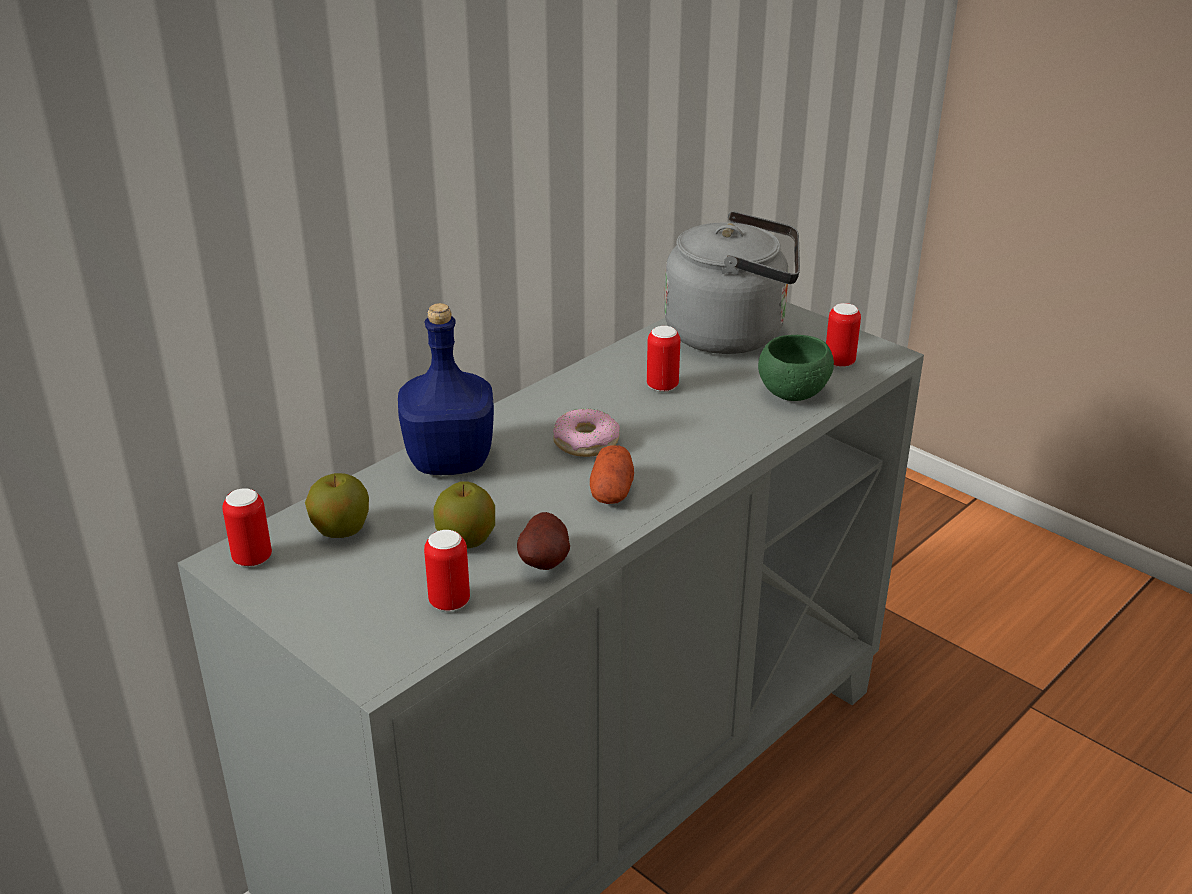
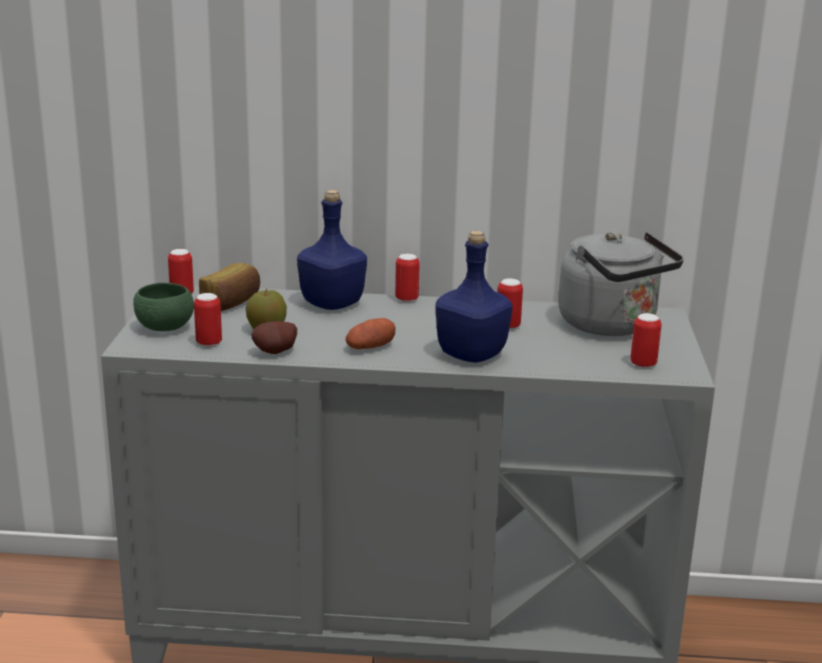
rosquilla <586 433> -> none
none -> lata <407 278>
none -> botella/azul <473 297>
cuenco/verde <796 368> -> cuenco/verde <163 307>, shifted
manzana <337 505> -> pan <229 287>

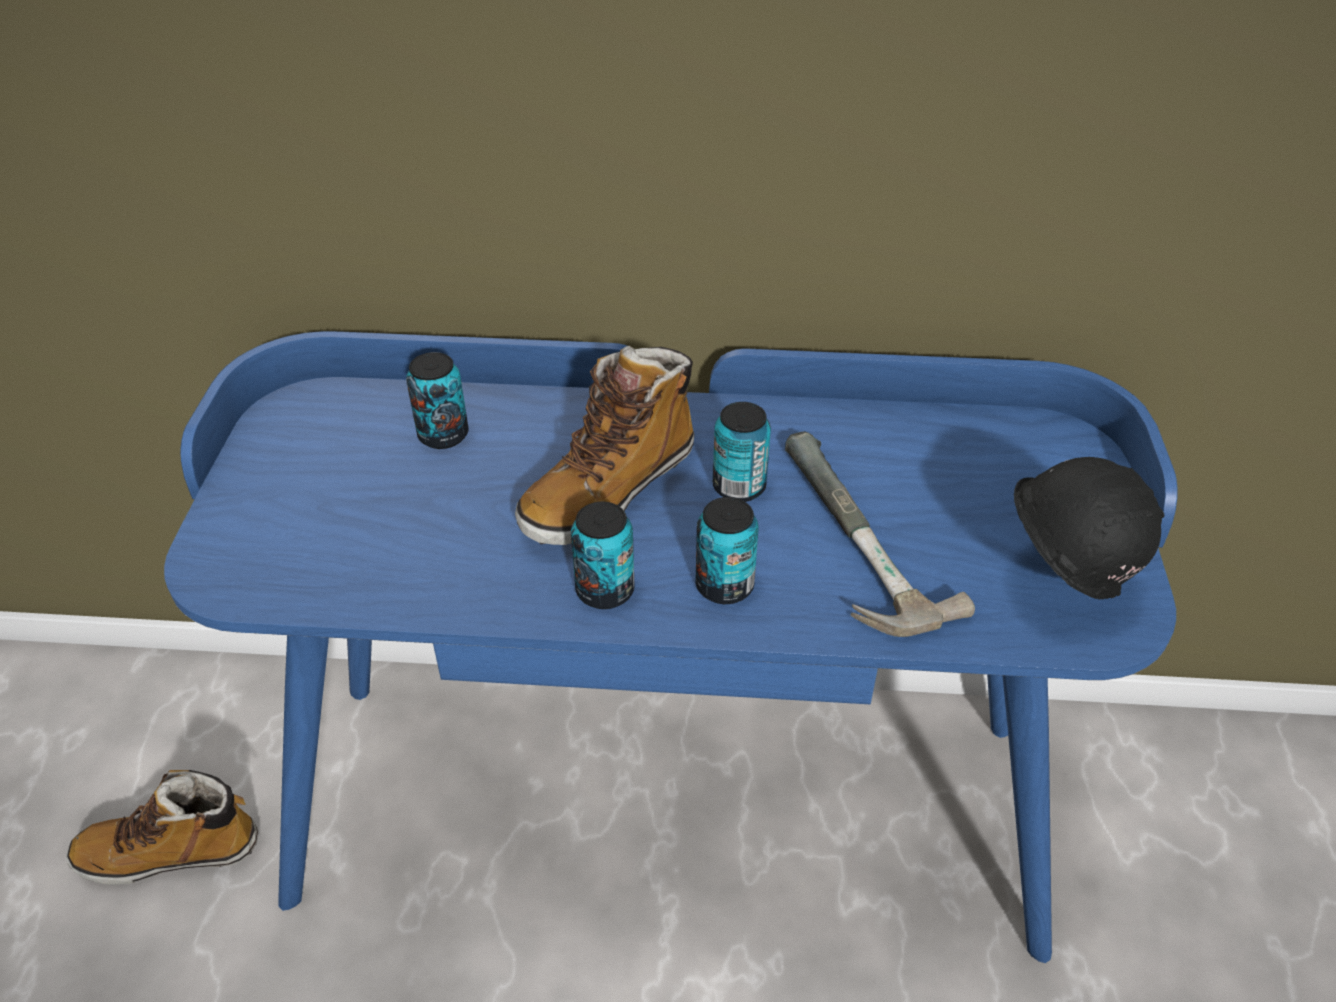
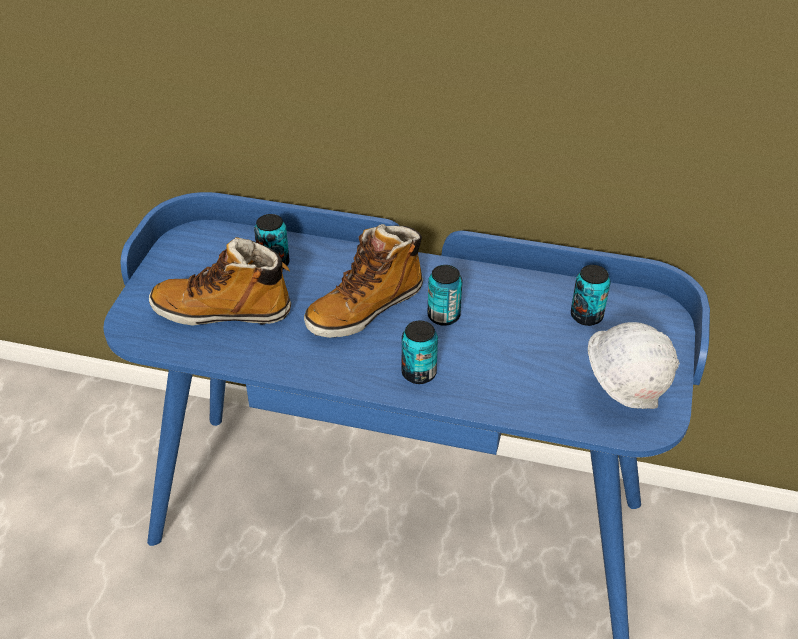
martillo <880 534> -> none
bota <162 827> -> bota <220 281>, shifted
lata <603 555> -> lata <591 295>, shifted
casco/negro <1089 528> -> casco/blanco <634 365>

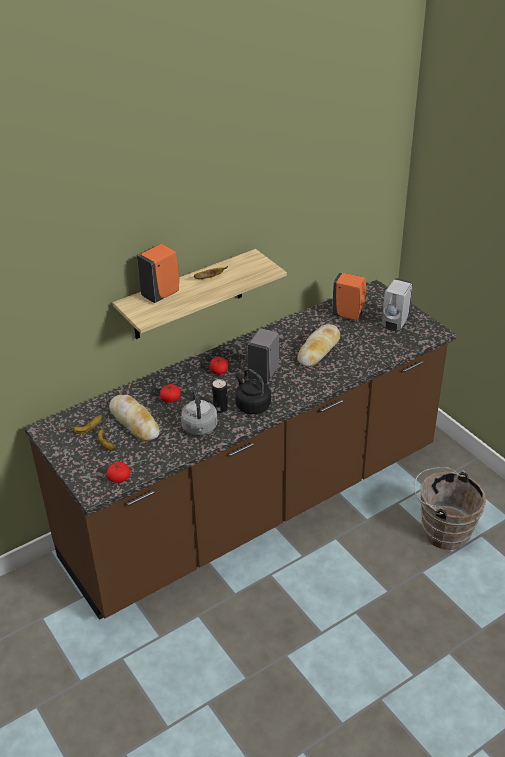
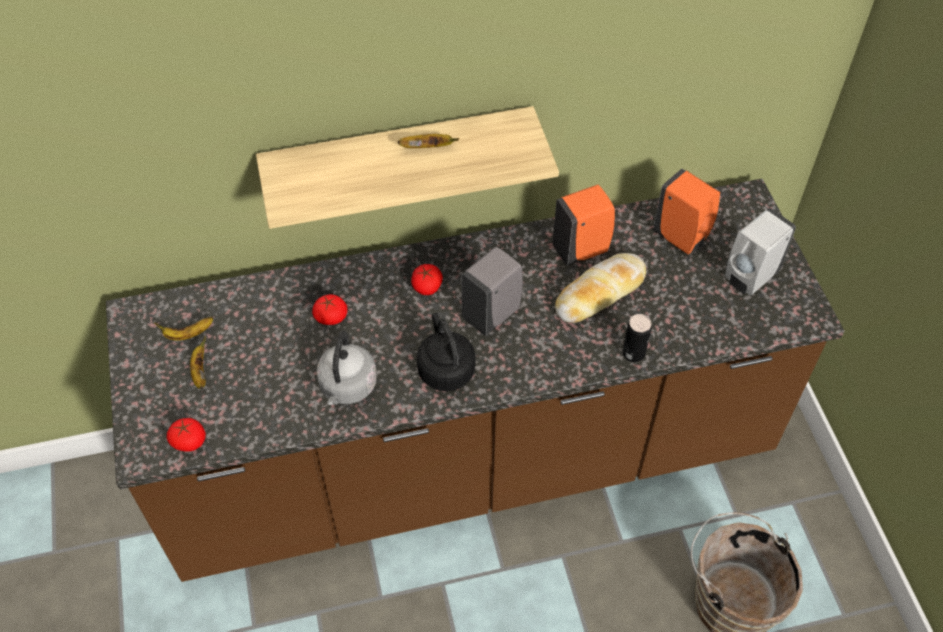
pan <134 418> -> none
dispensador de jabón/naranja <158 273> -> dispensador de jabón/naranja <583 225>, shifted
lata <220 396> -> lata <637 338>, shifted

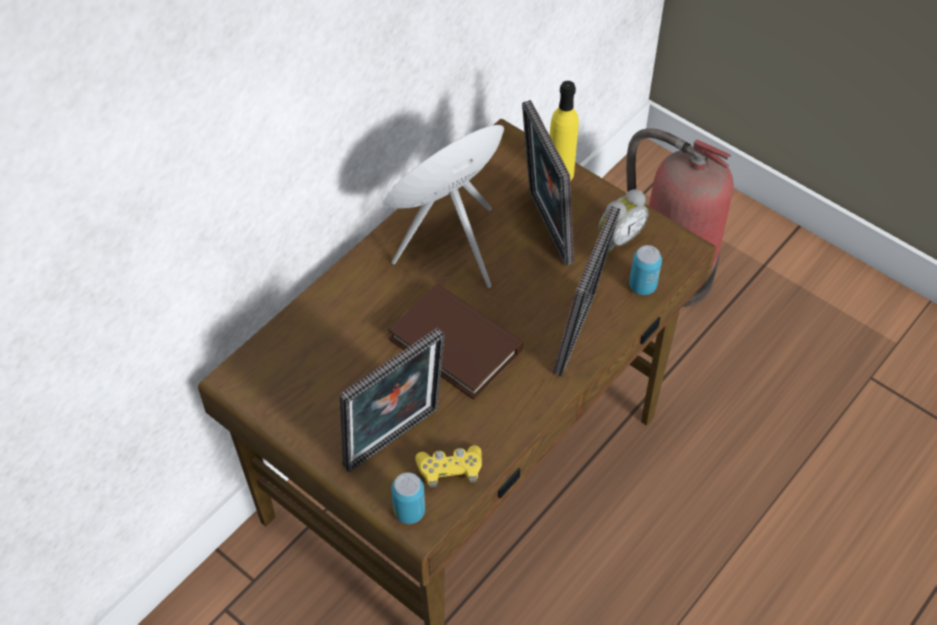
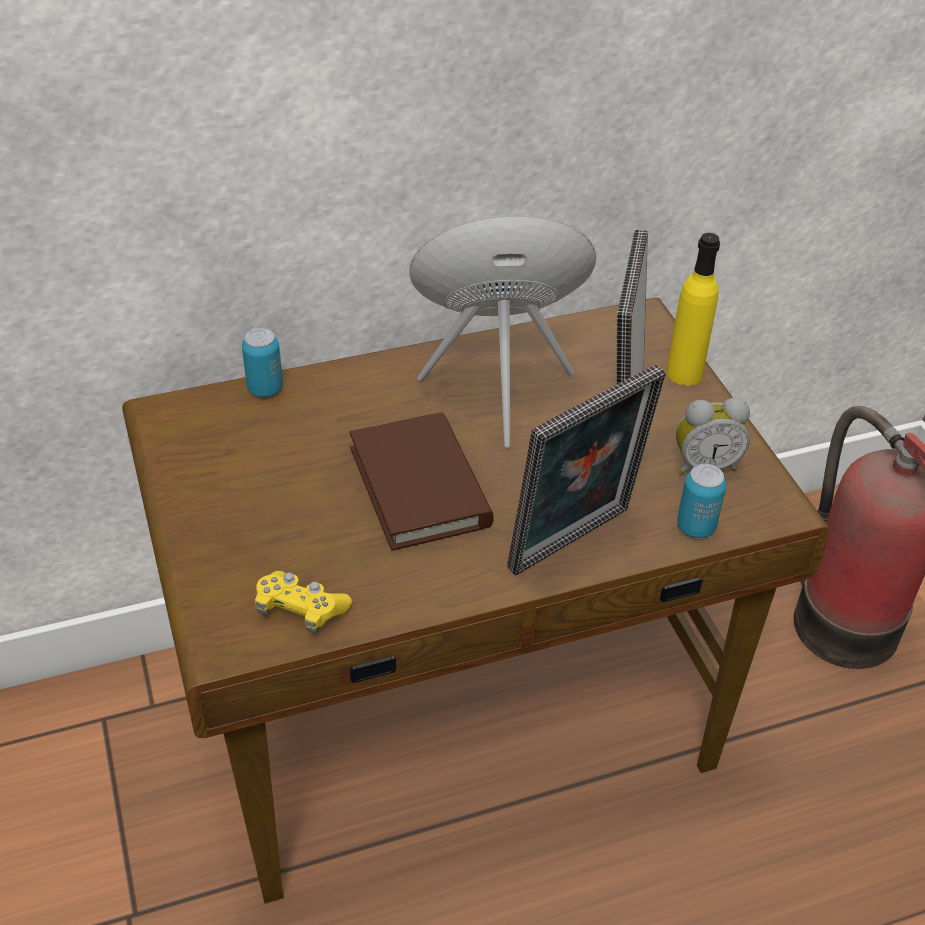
portarretratos <392 400> -> none
lata <408 498> -> lata <262 362>, shifted

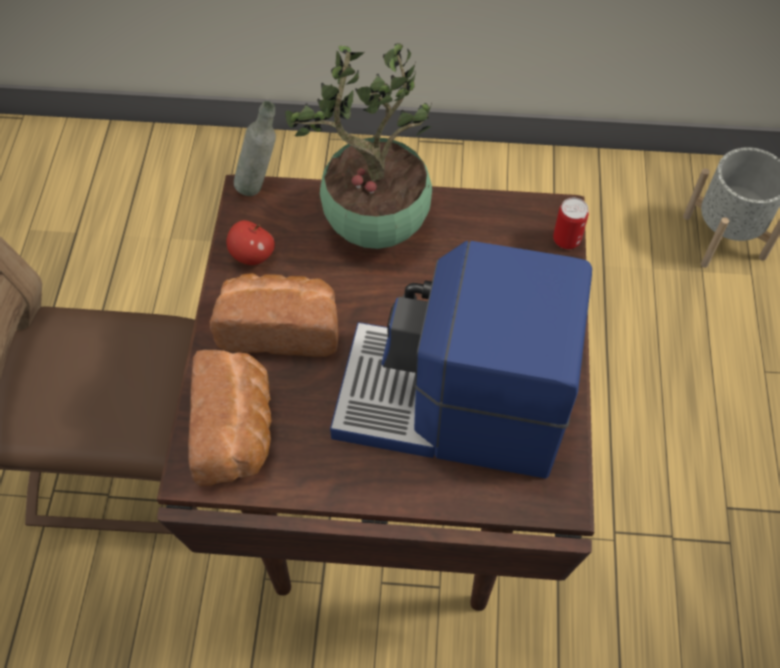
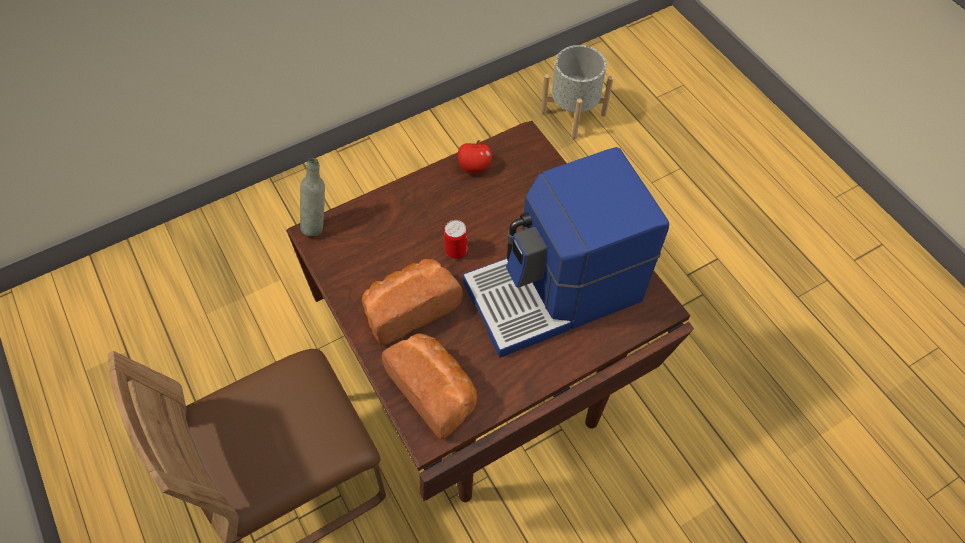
planta en maceta <358 146> -> none
manzana <250 242> -> manzana <475 156>, shifted
lata <571 223> -> lata <456 239>, shifted

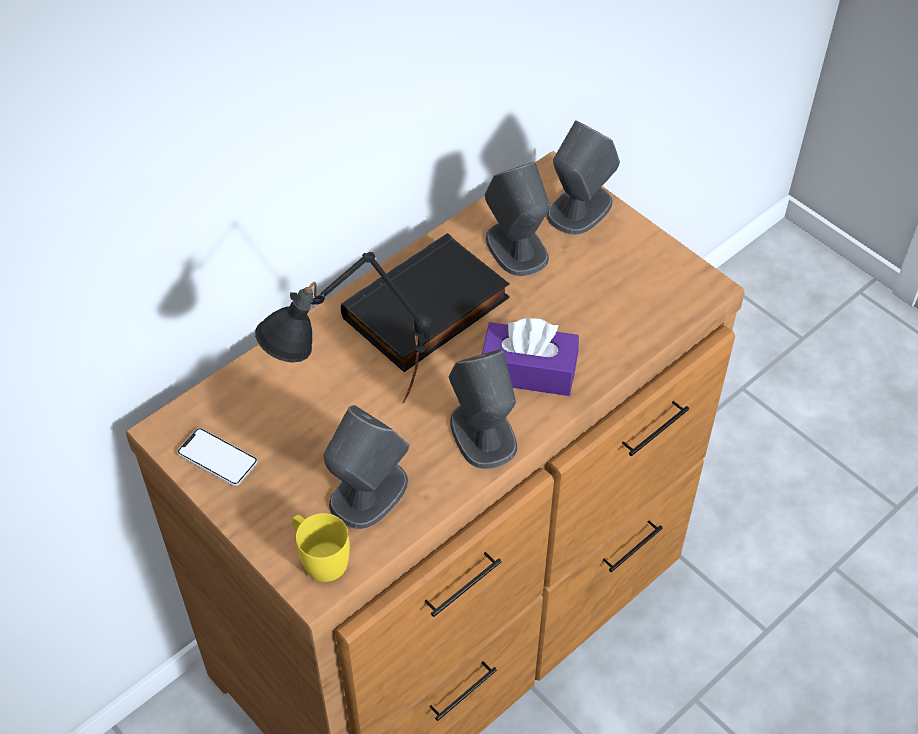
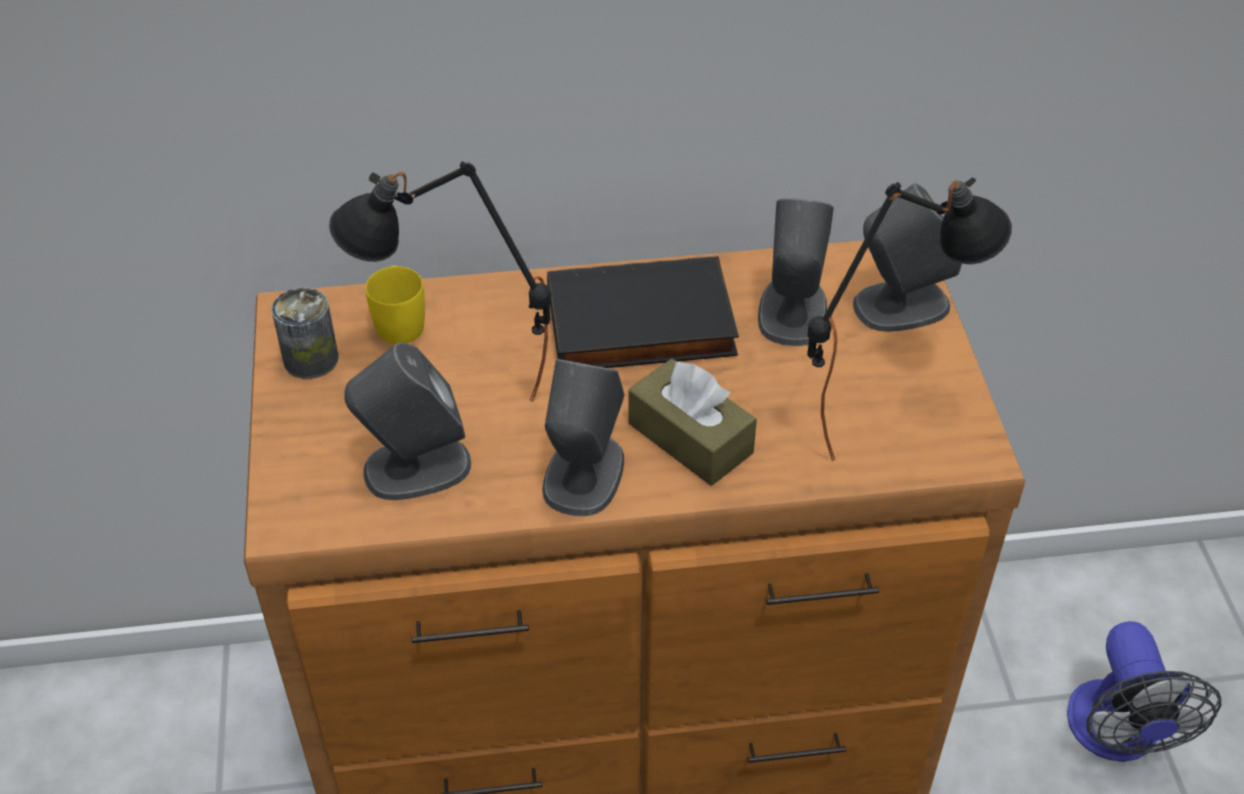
none -> lámpara de mesa/negro <909 319>
none -> ventilador <1144 691>
taza grande/amarillo <321 547> -> taza grande/amarillo <395 305>, shifted
móvil <217 457> -> lata <305 333>
caja de pañuelos/morado <530 357> -> caja de pañuelos/marrón <692 422>

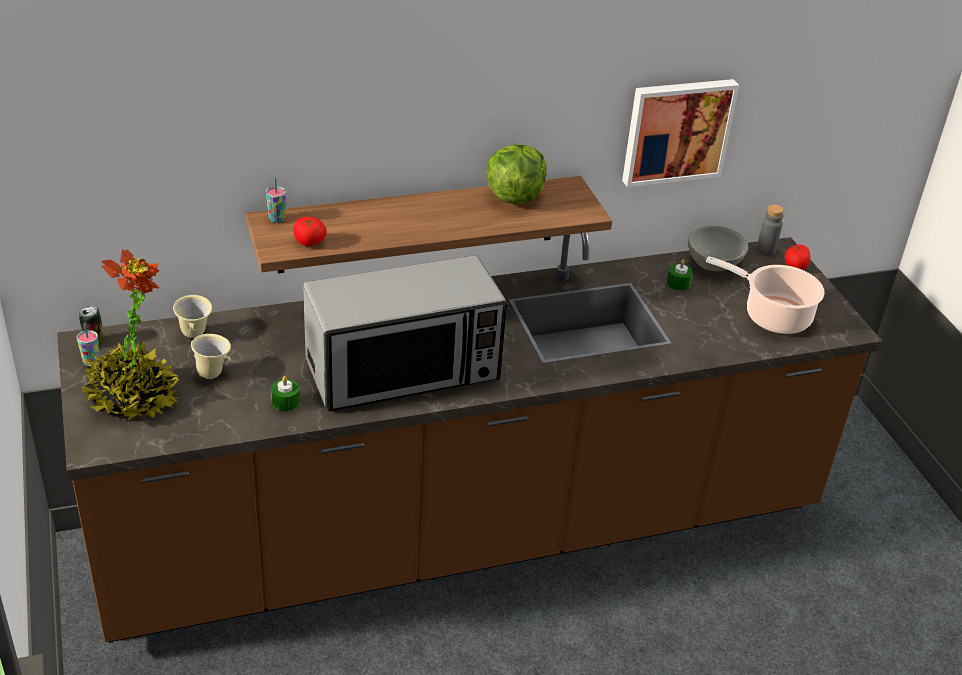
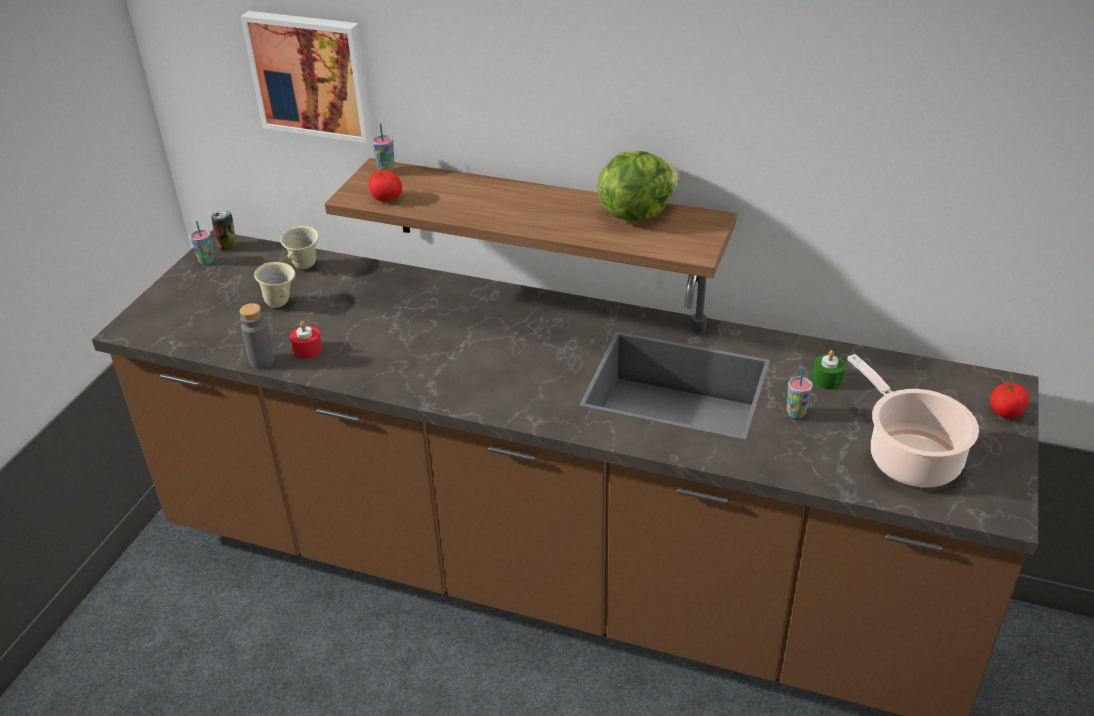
planta en maceta <130 334> -> none
microondas <405 333> -> none
cuenco/gris <718 248> -> none
none -> taza <800 393>
cuadro <680 133> -> cuadro <307 77>, shifted
botella/gris <770 230> -> botella/gris <257 336>, shifted
vela/verde <285 393> -> vela/rojo <306 340>

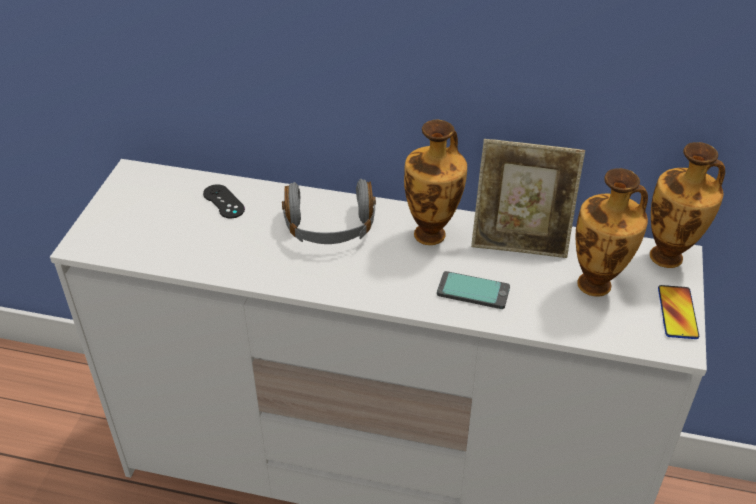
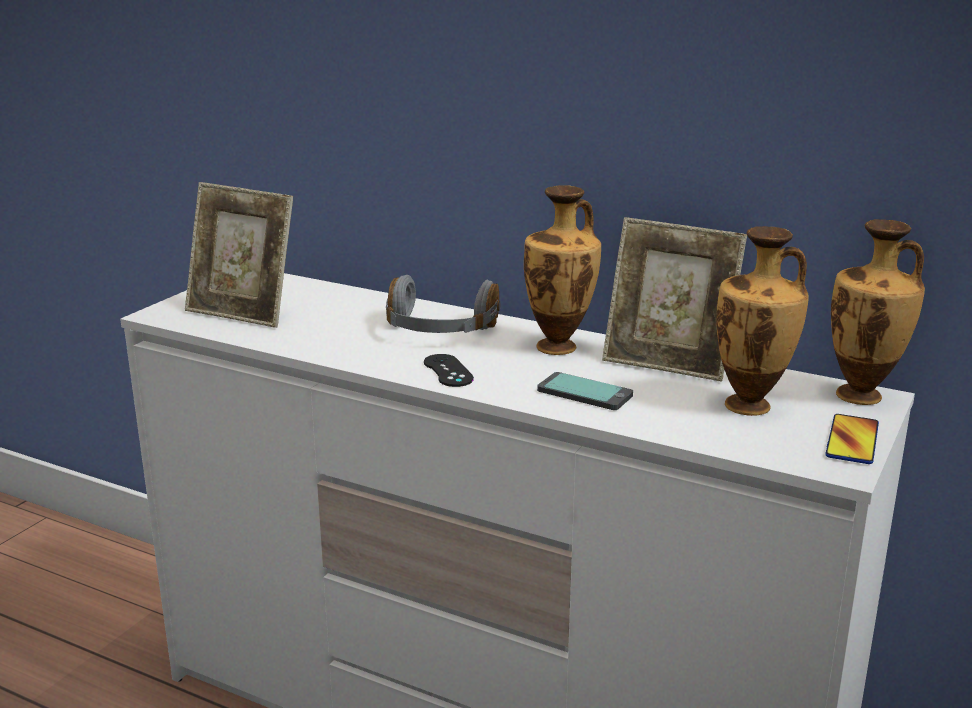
none -> portarretratos <239 255>
mando de consola/negro <224 201> -> mando de consola/negro <449 370>, shifted

